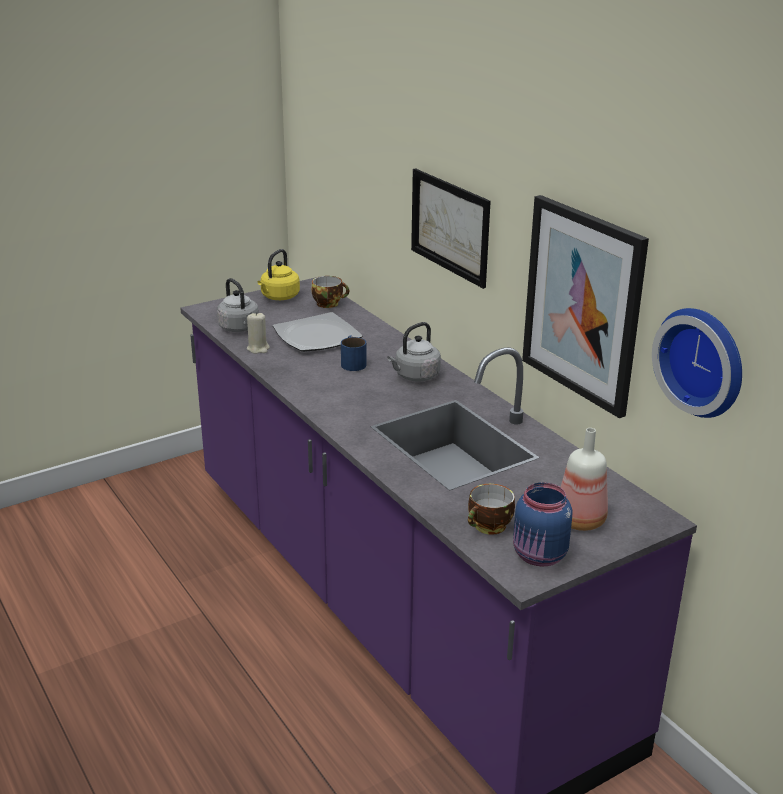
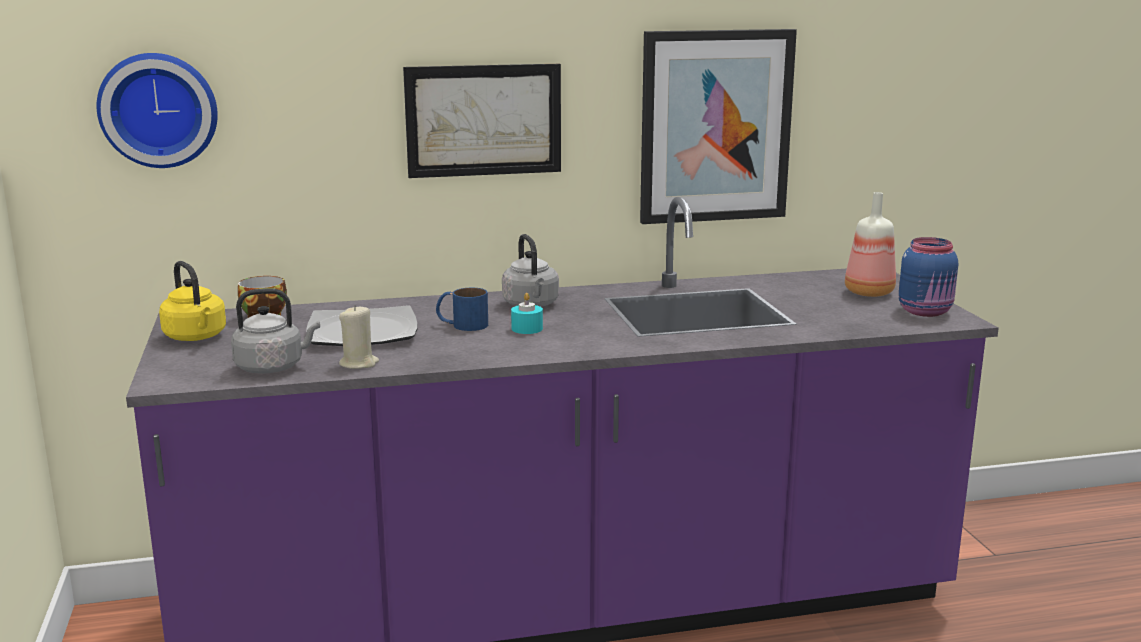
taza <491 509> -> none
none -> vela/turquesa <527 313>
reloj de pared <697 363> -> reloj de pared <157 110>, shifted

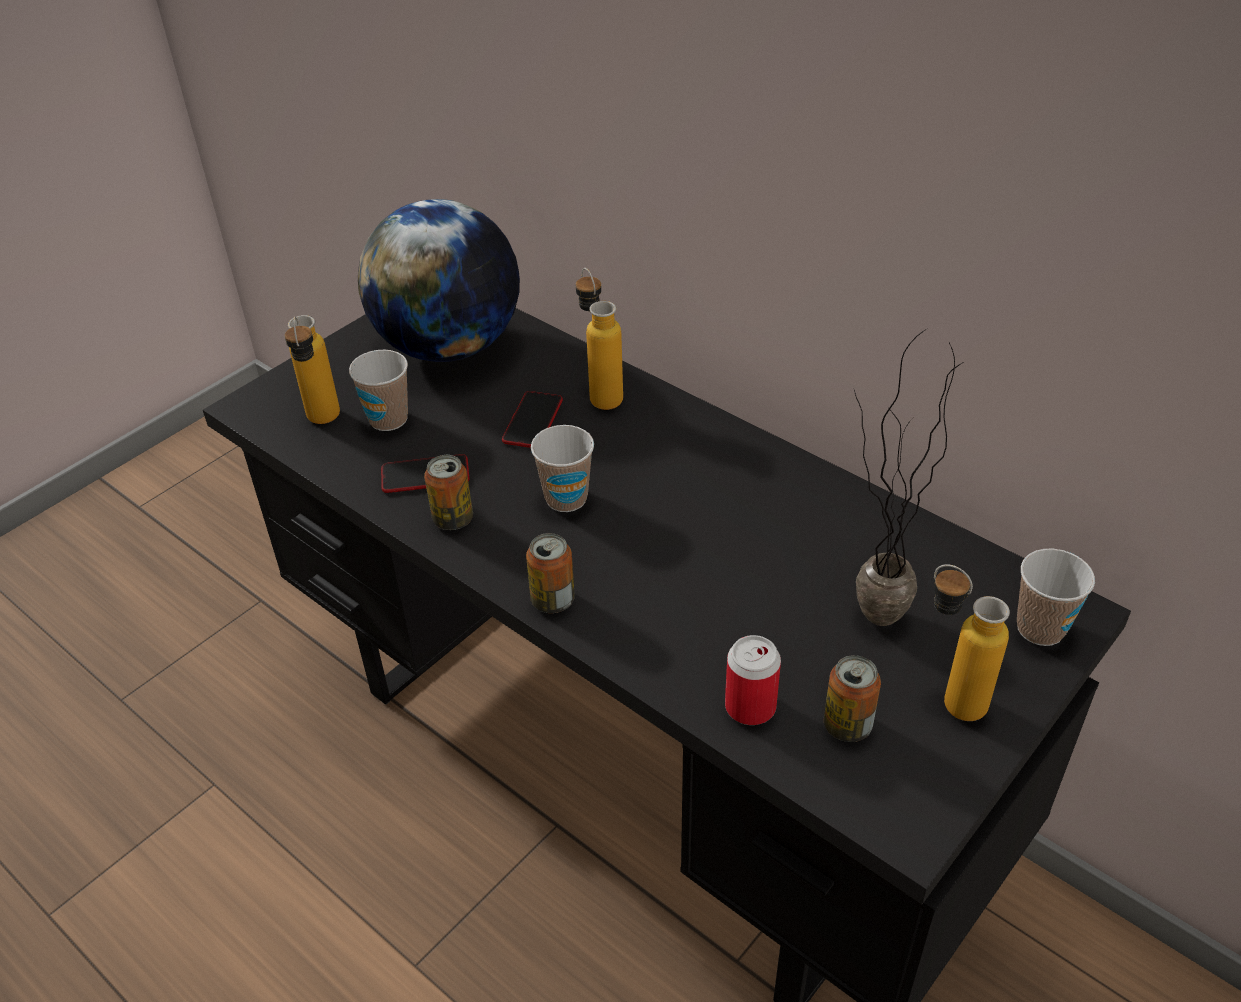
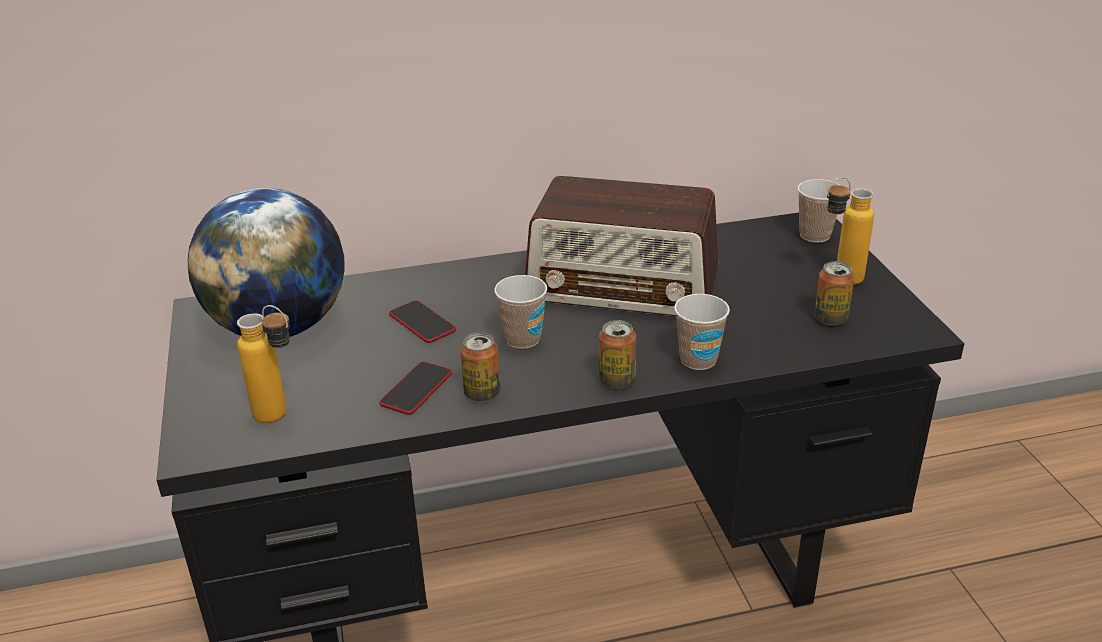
botella <599 339> -> none
lata <753 680> -> none
planta en maceta <908 478> -> none
none -> radio <621 246>
taza <378 390> -> taza <702 332>, shifted

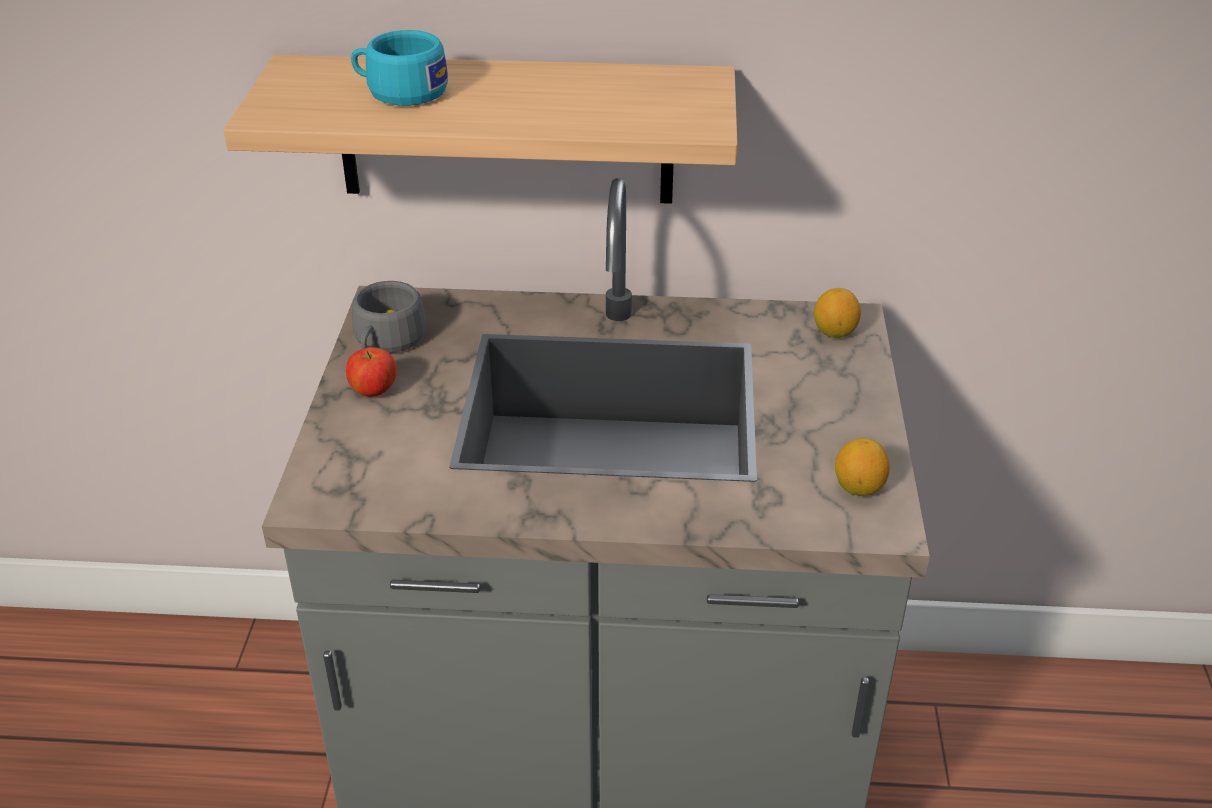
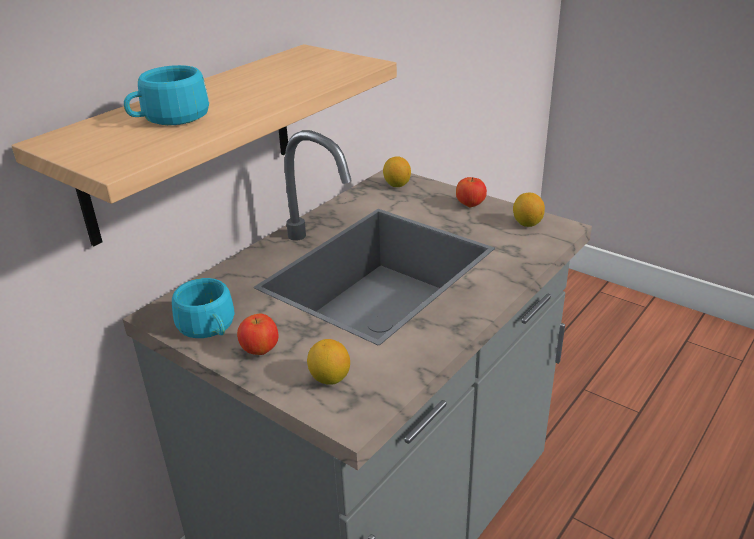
none -> limón <328 362>
none -> manzana <471 192>
taza/gris <389 317> -> taza/turquesa <203 308>

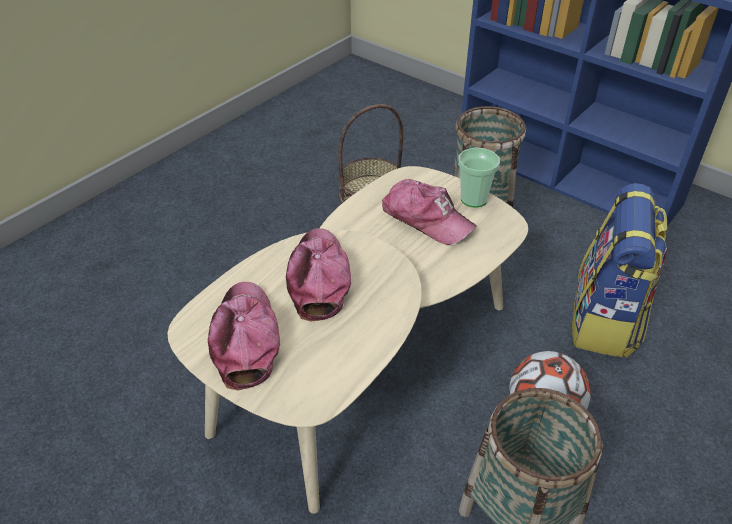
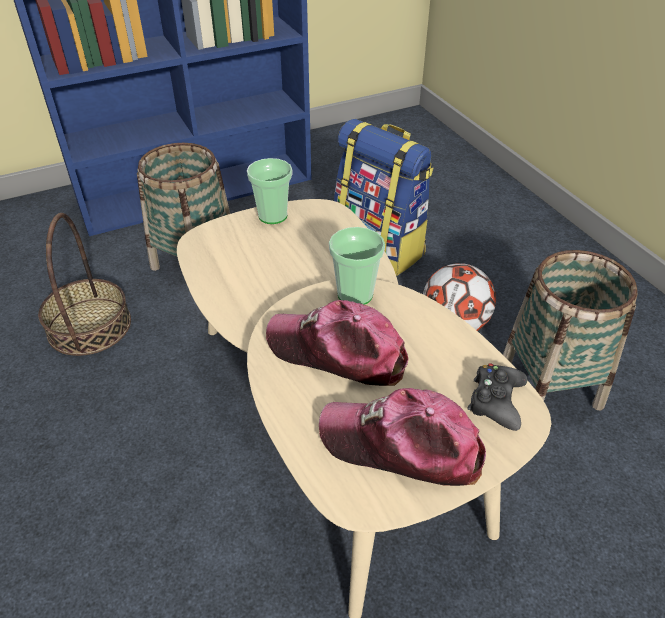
gorra <429 212> -> none
none -> taza <357 266>
none -> mando de consola/negro <497 397>

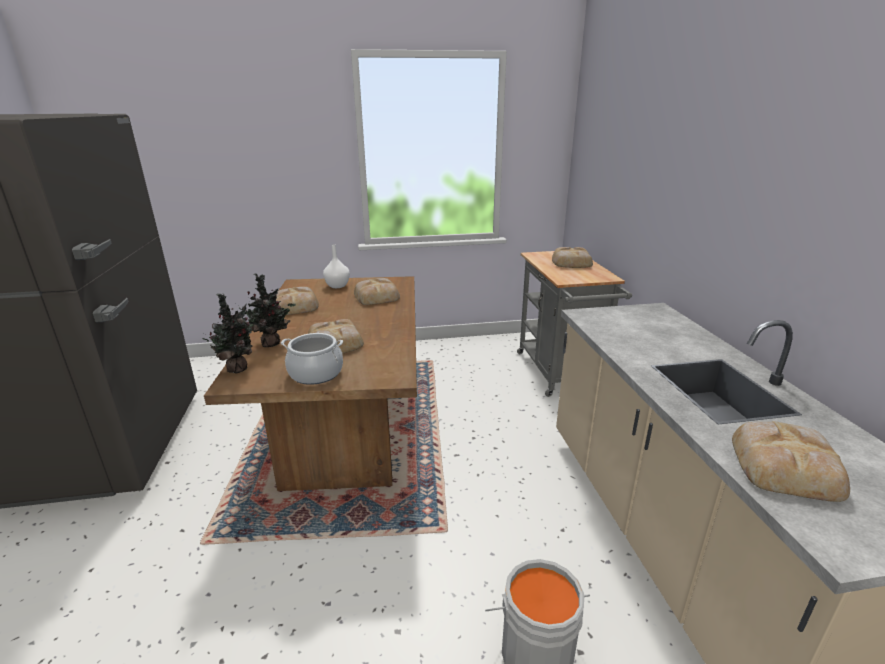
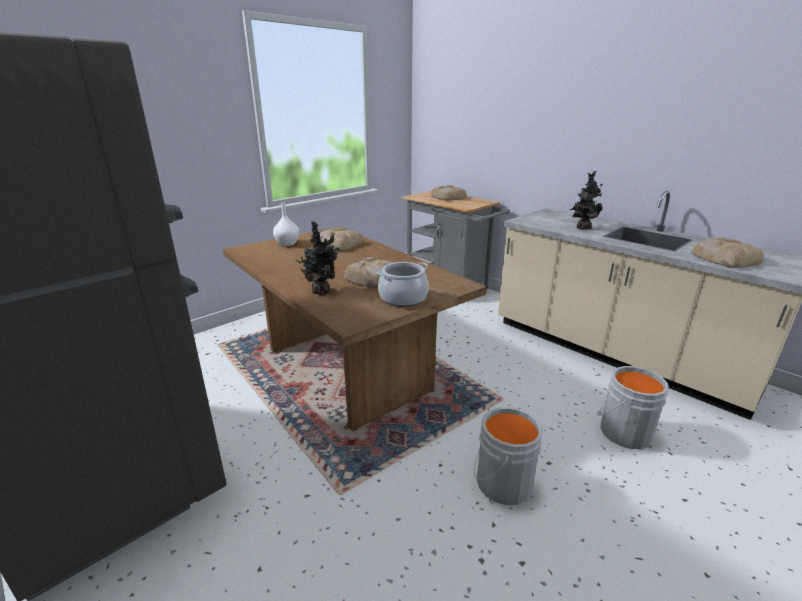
pan <297 301> -> none
none -> cubo/gris <508 456>
planta en maceta <228 333> -> planta en maceta <586 200>, shifted

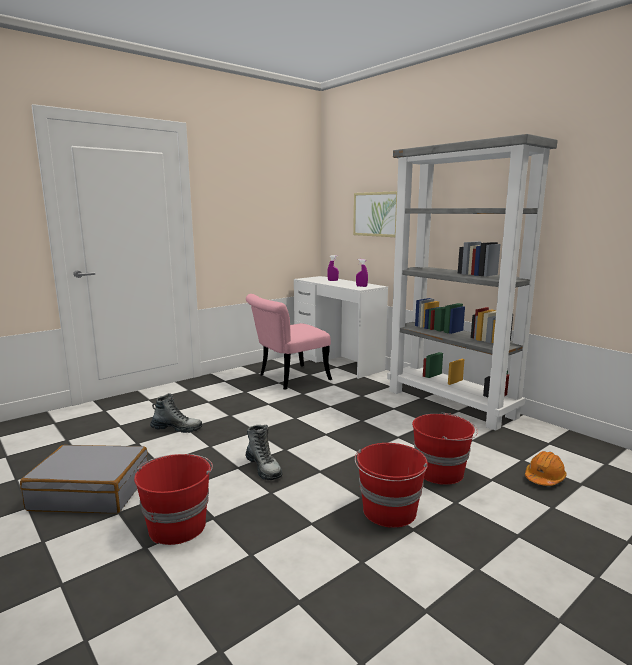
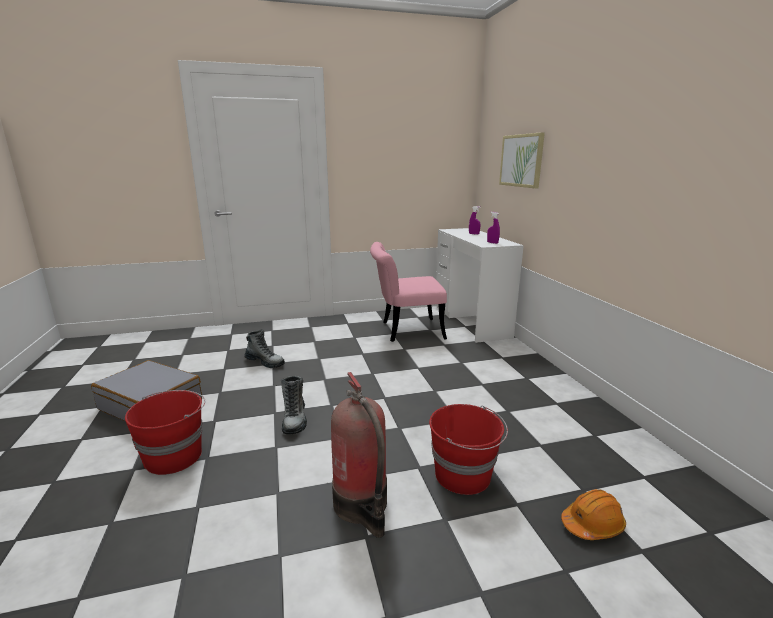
estantería/gris <472 282> -> none
cubo/rojo <391 485> -> extintor <359 455>

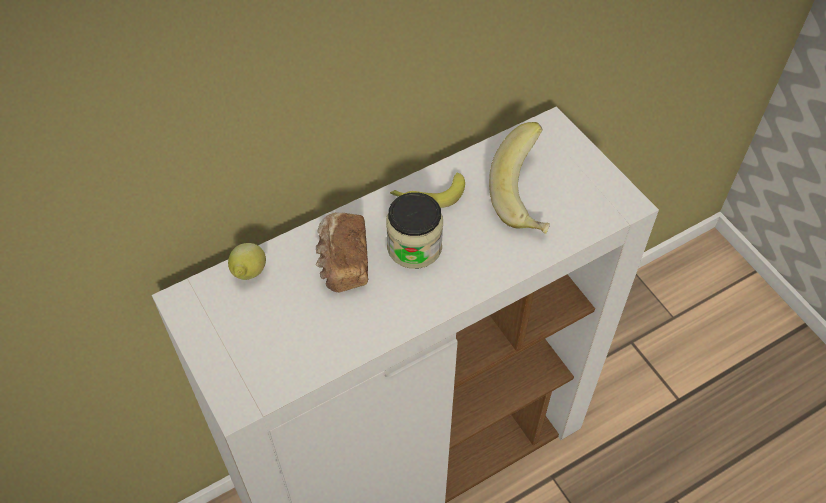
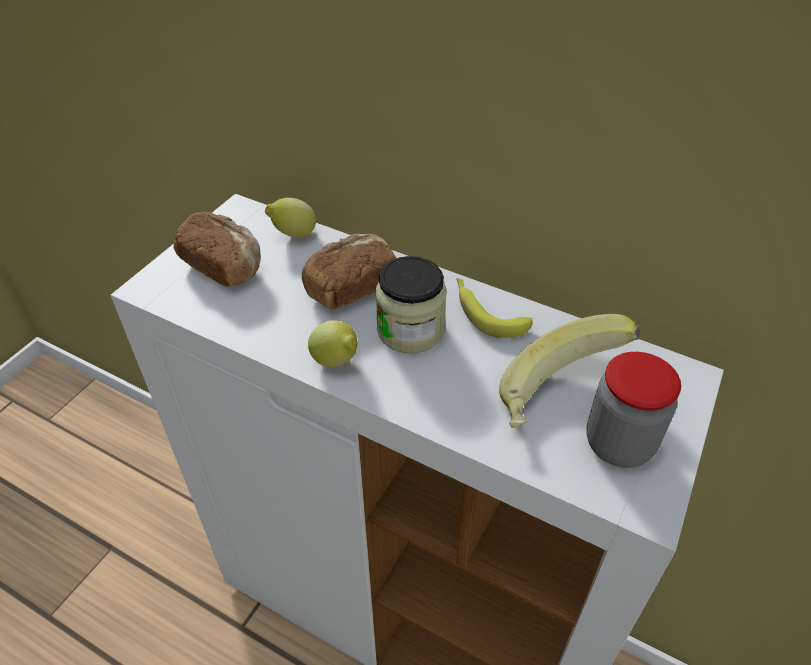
none -> pan <217 249>
none -> limón <333 343>
none -> tarro <633 410>

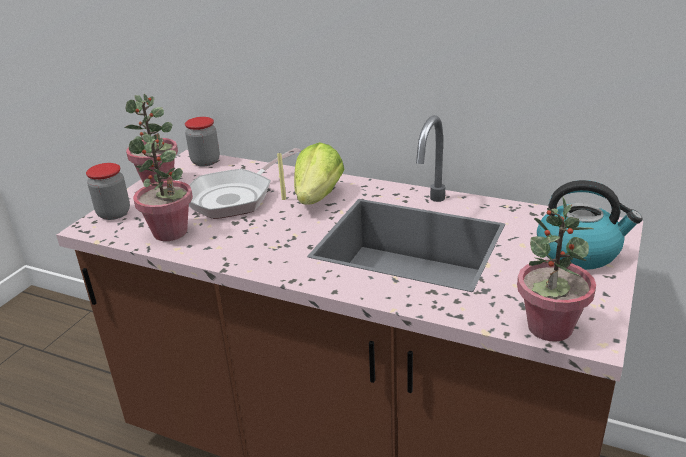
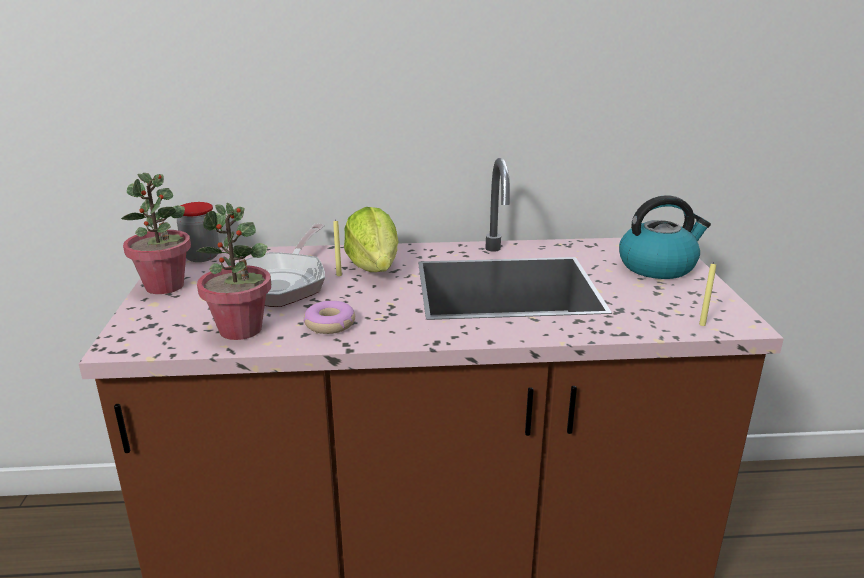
tarro <108 191> -> none
none -> rosquilla <329 317>
planta en maceta <556 269> -> vela/amarillo <707 294>

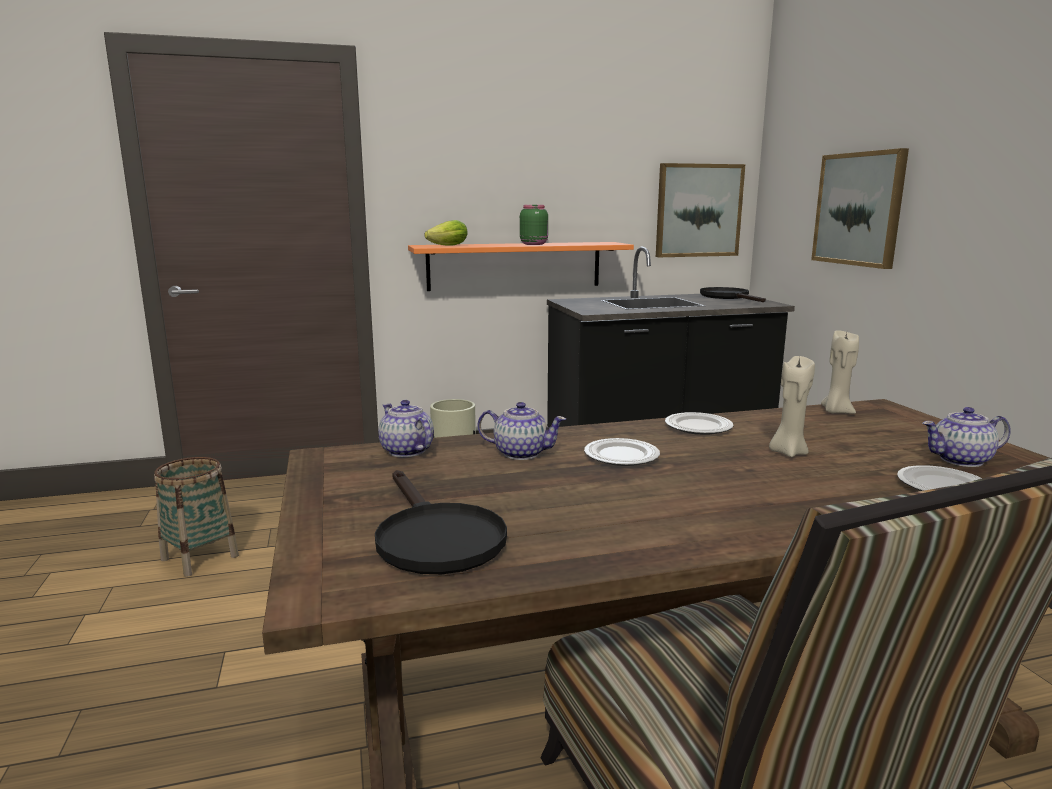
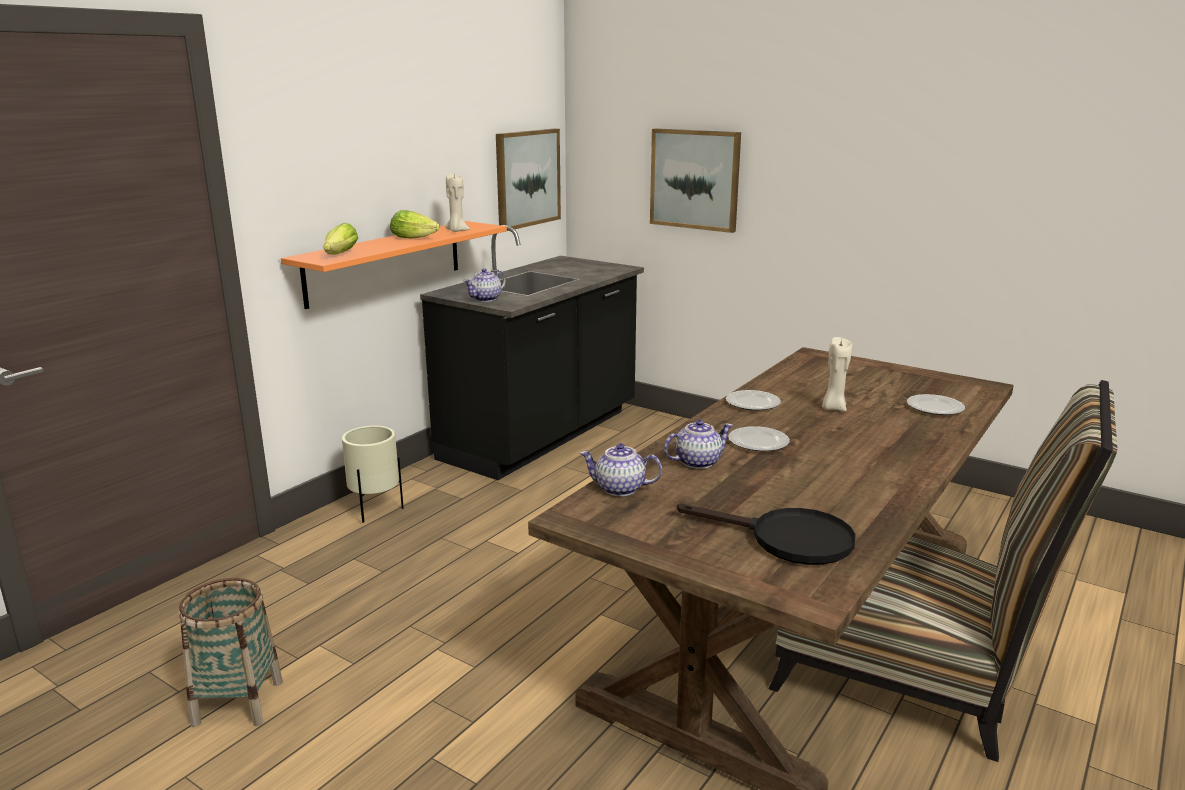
sartén/negro <733 294> -> none
vela/beis <840 372> -> vela/beis <457 203>, shifted
tetera <966 437> -> tetera <485 285>, shifted
tarro/verde <534 225> -> lechuga <415 224>

